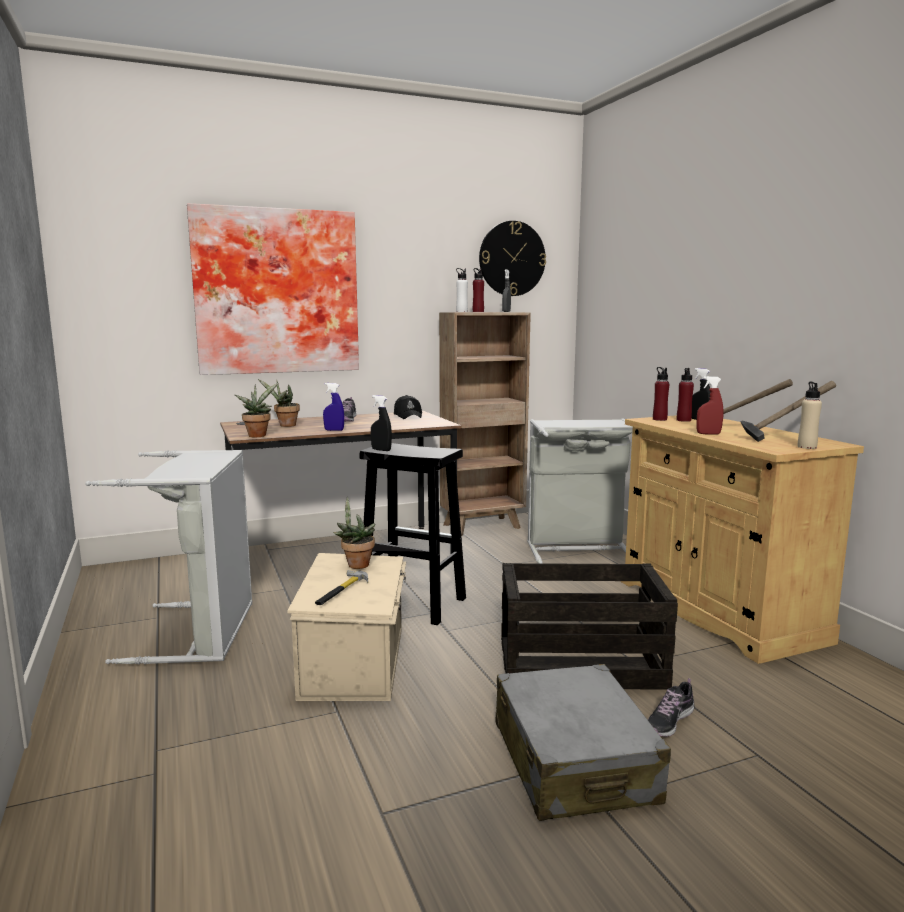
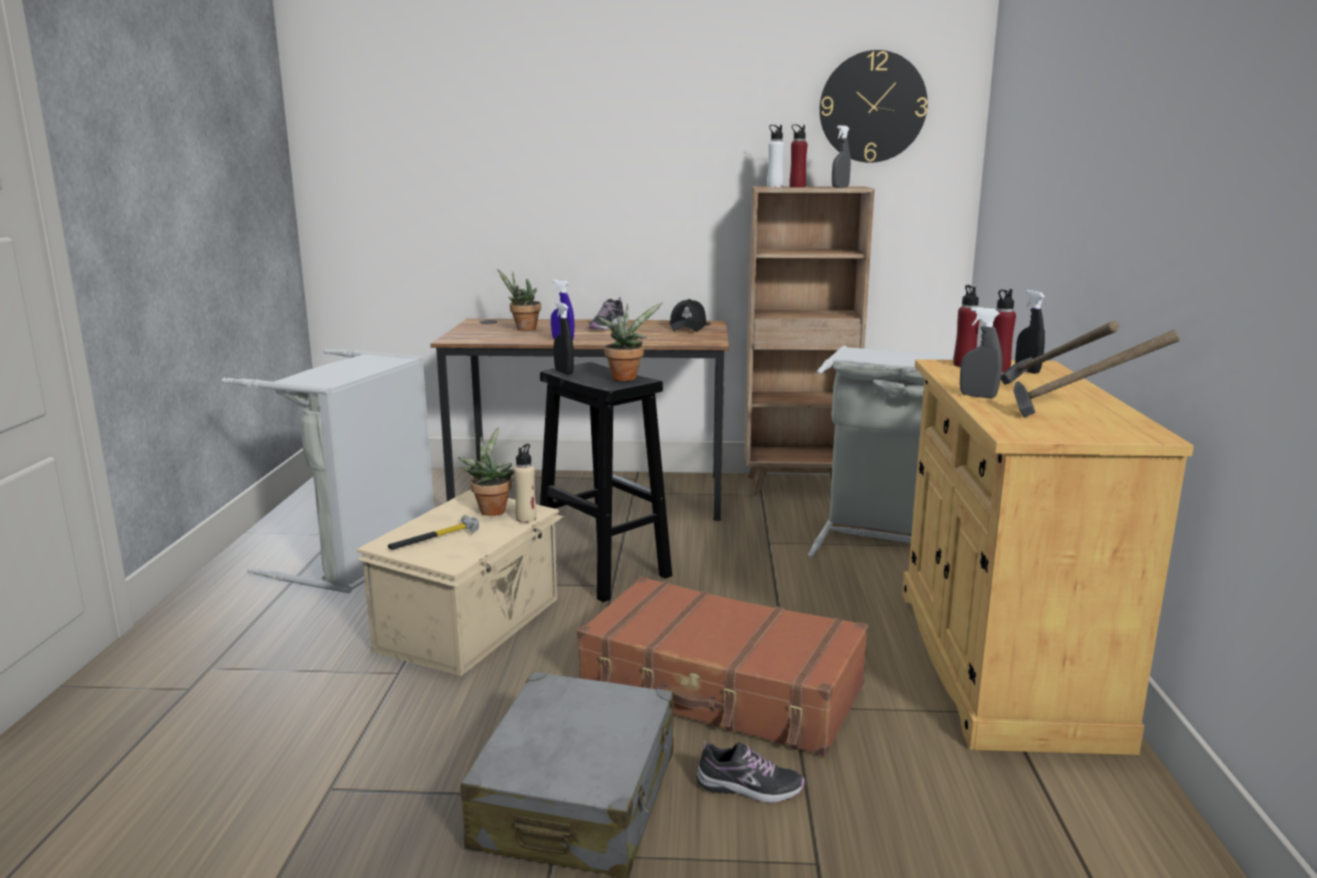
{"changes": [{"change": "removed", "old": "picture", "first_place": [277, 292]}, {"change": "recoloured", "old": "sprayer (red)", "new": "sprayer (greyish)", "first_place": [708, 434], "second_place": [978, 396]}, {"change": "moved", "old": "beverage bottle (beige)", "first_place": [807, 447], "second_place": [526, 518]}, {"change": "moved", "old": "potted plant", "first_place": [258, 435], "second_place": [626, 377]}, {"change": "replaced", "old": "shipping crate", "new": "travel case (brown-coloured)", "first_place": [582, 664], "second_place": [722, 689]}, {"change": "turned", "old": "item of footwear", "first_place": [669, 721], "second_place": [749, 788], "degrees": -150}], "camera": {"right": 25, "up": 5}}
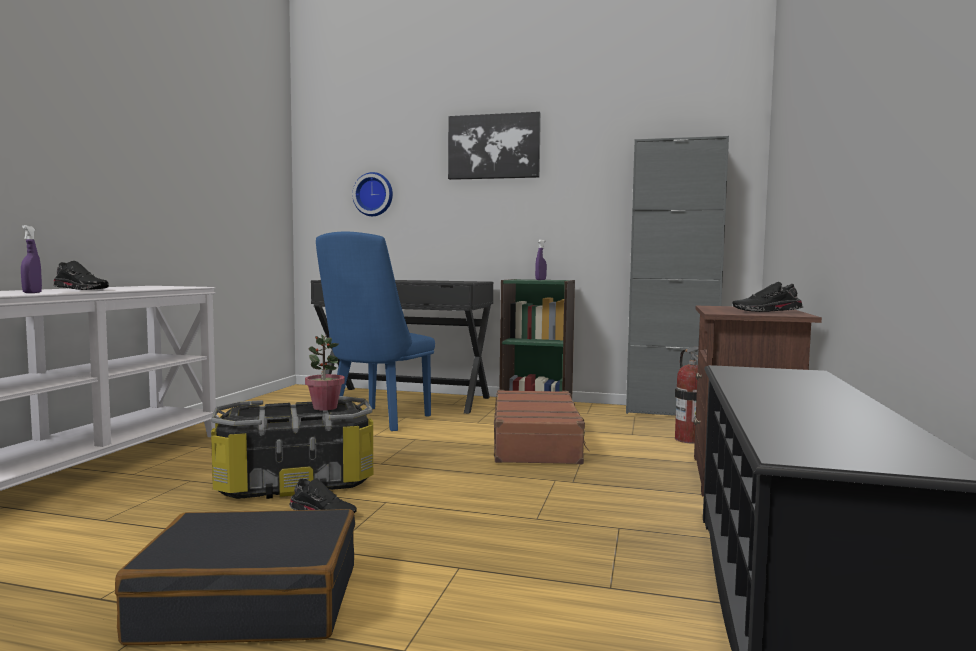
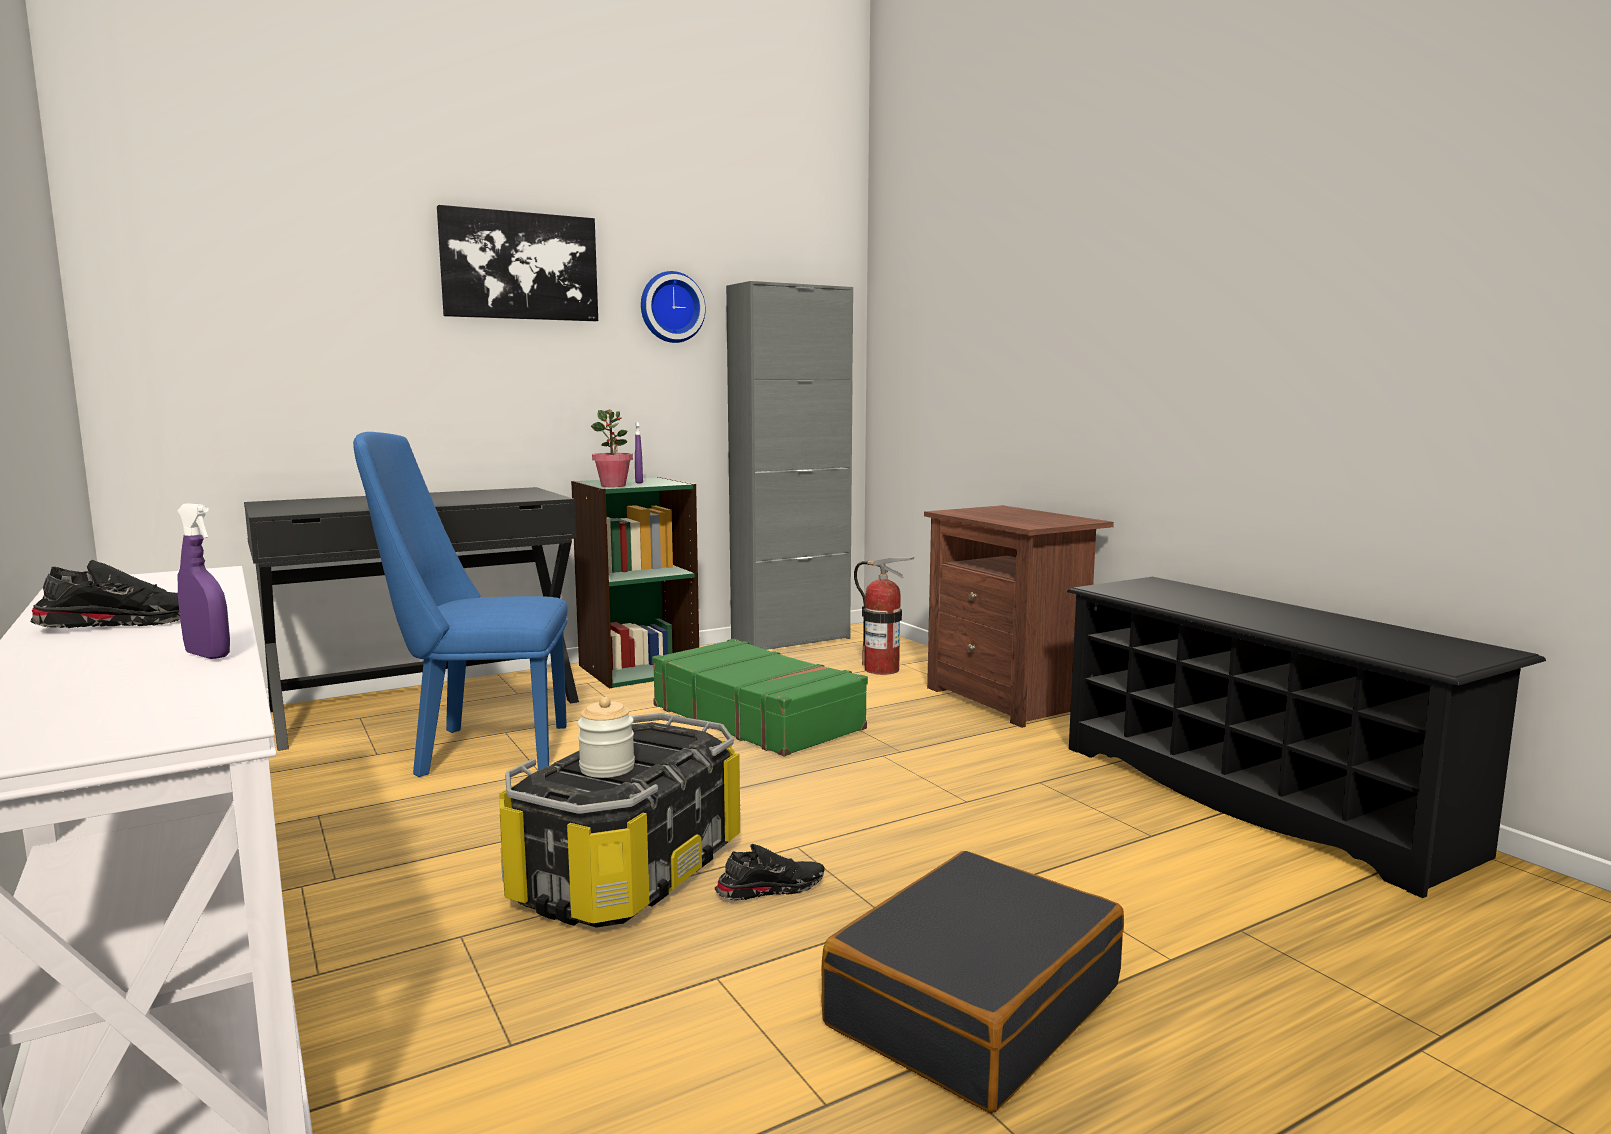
{"changes": [{"change": "moved", "old": "hanging clock", "first_place": [374, 194], "second_place": [670, 307]}, {"change": "turned", "old": "upright chair (blue)", "first_place": [376, 421], "second_place": [479, 750], "degrees": 105}, {"change": "removed", "old": "item of footwear (blackish)", "first_place": [767, 312]}, {"change": "moved", "old": "potted plant", "first_place": [325, 408], "second_place": [613, 486]}, {"change": "recoloured", "old": "travel case (brown-coloured)", "new": "travel case (green-coloured)", "first_place": [536, 442], "second_place": [757, 717]}, {"change": "added", "new": "storage jar", "second_place": [607, 768]}], "camera": {"right": -45, "up": 5}}
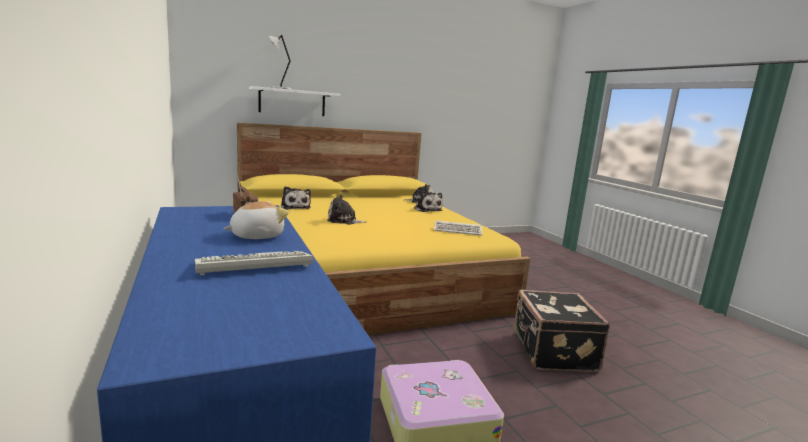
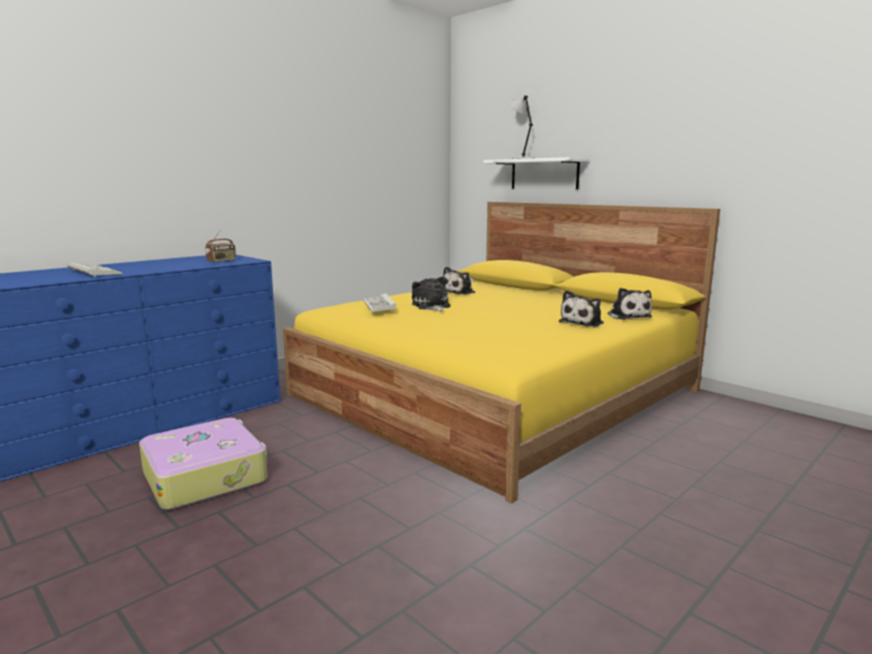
{"changes": [{"change": "removed", "old": "plush toy", "first_place": [256, 236]}, {"change": "moved", "old": "keyboard", "first_place": [458, 230], "second_place": [380, 306]}, {"change": "removed", "old": "travel case (blackish)", "first_place": [552, 352]}], "camera": {"right": 70, "up": 0}}
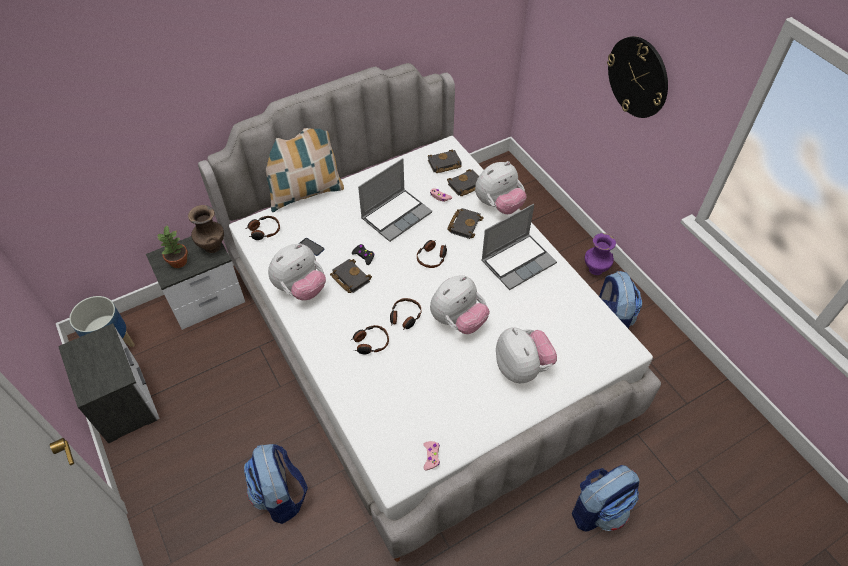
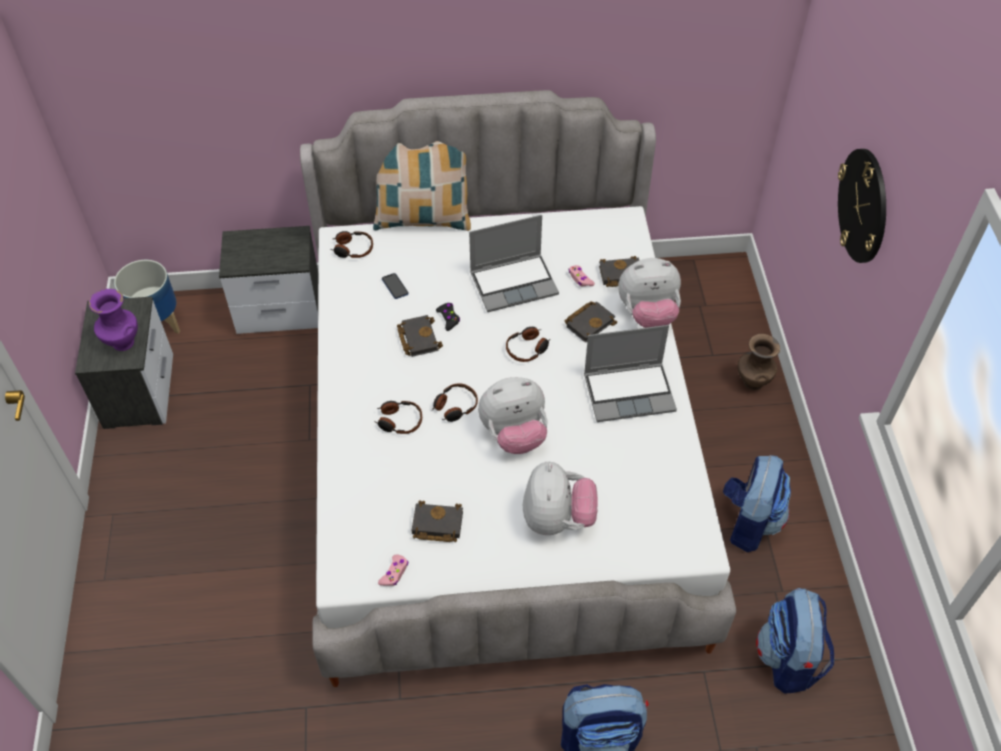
{"changes": [{"change": "moved", "old": "bound book (blackish)", "first_place": [444, 164], "second_place": [436, 525]}, {"change": "moved", "old": "decorative vase (brown-coloured)", "first_place": [212, 246], "second_place": [752, 381]}, {"change": "removed", "old": "potted plant", "first_place": [178, 262]}, {"change": "moved", "old": "decorative vase (purple)", "first_place": [595, 270], "second_place": [122, 342]}, {"change": "removed", "old": "plush toy", "first_place": [300, 288]}, {"change": "moved", "old": "backpack", "first_place": [280, 495], "second_place": [788, 659]}], "camera": {"right": 25, "up": 0}}
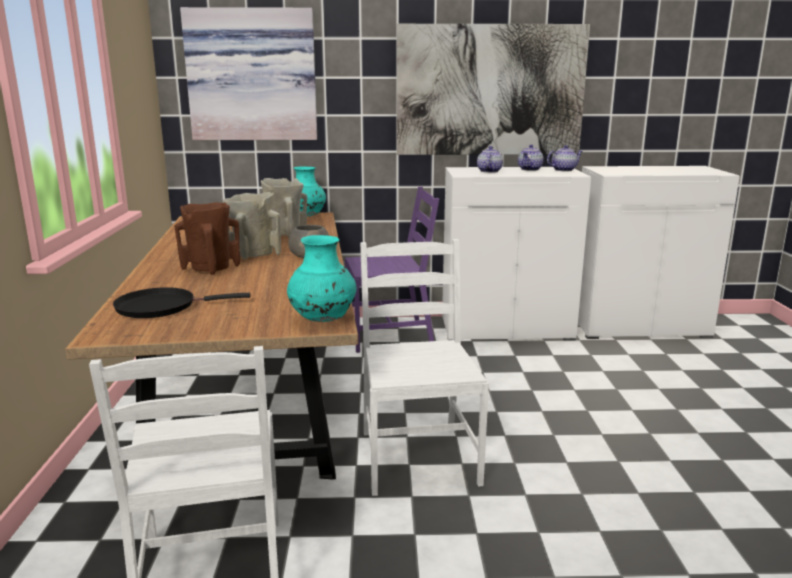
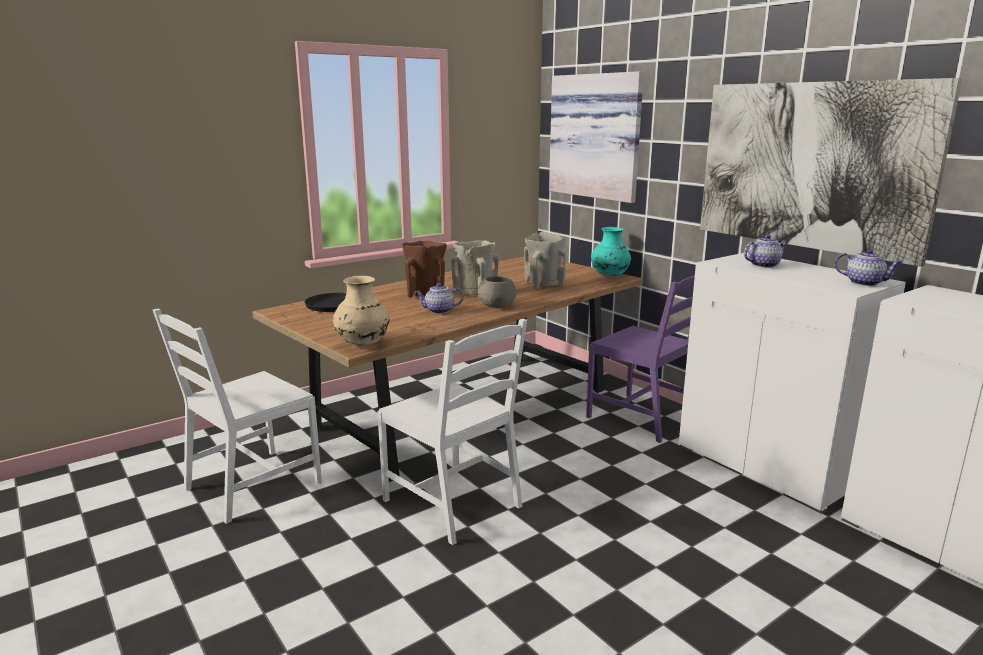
{"changes": [{"change": "moved", "old": "teapot", "first_place": [530, 169], "second_place": [439, 311]}, {"change": "recoloured", "old": "decorative vase (turquoise)", "new": "decorative vase (beige)", "first_place": [323, 320], "second_place": [362, 344]}, {"change": "turned", "old": "upright chair (white)", "first_place": [417, 457], "second_place": [454, 503], "degrees": 90}], "camera": {"right": 55, "up": 0}}
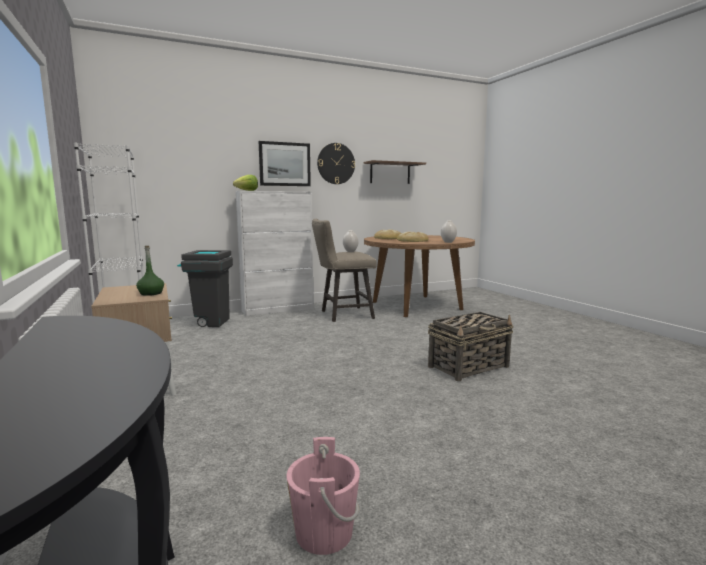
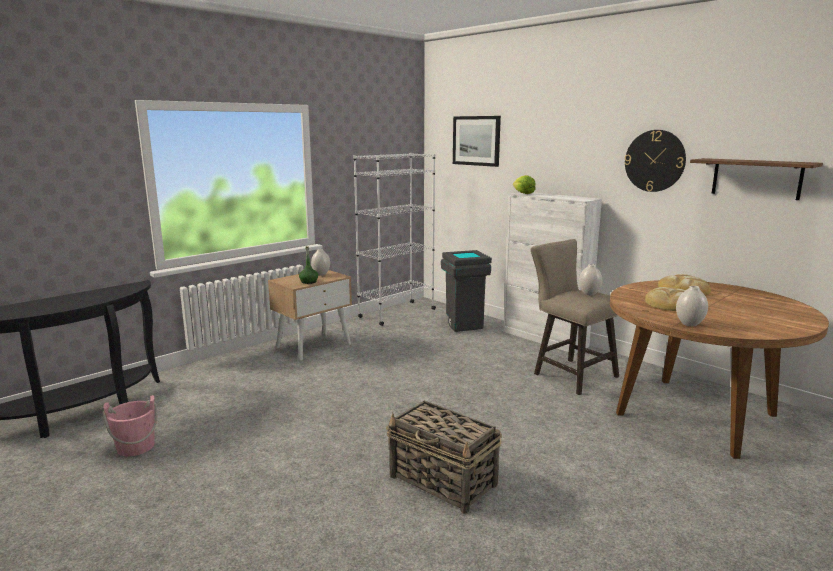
{"changes": [{"change": "moved", "old": "picture", "first_place": [284, 164], "second_place": [476, 140]}, {"change": "added", "new": "decorative vase (white)", "second_place": [321, 274]}], "camera": {"right": 70, "up": 5}}
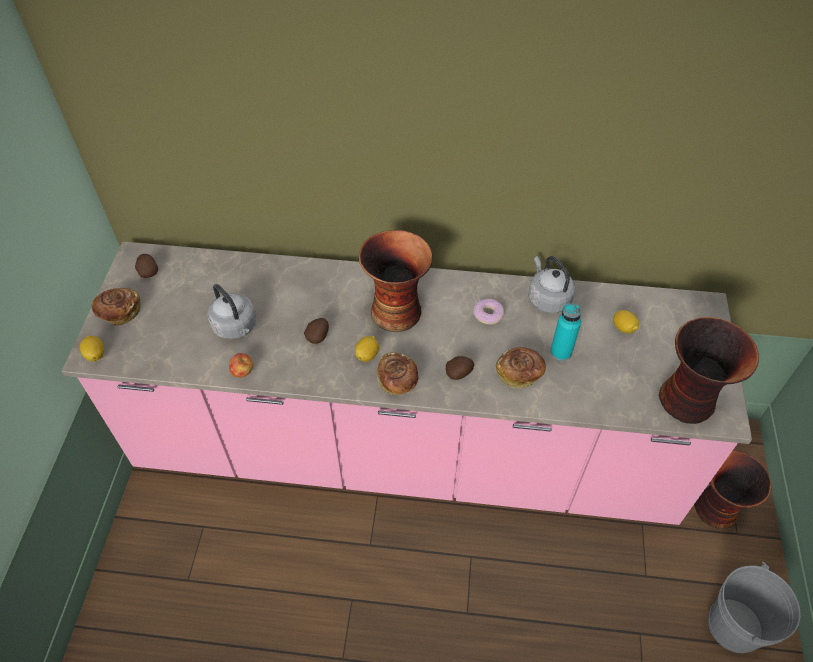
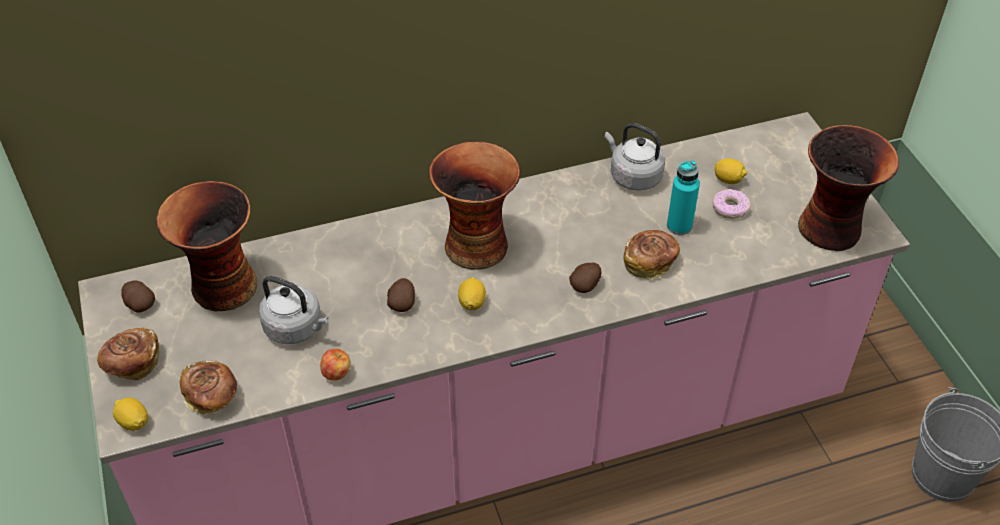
{"changes": [{"change": "moved", "old": "doughnut", "first_place": [488, 314], "second_place": [730, 208]}, {"change": "moved", "old": "bread", "first_place": [397, 382], "second_place": [212, 397]}, {"change": "moved", "old": "decorative vase", "first_place": [714, 509], "second_place": [222, 288]}], "camera": {"right": -25, "up": -5}}
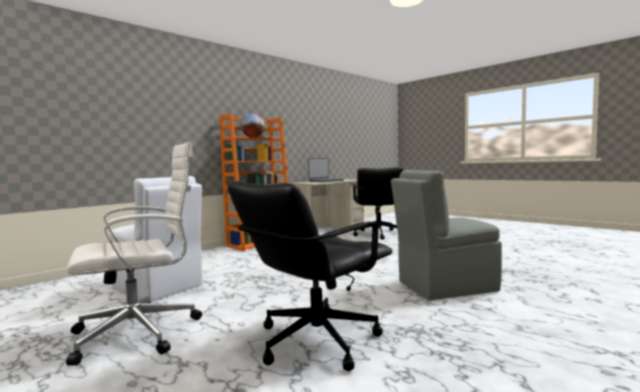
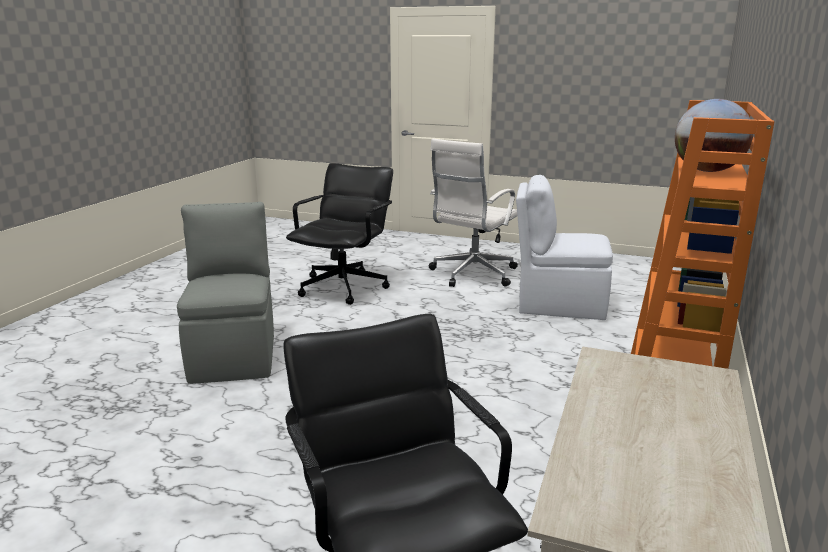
{"changes": [{"change": "removed", "old": "laptop", "first_place": [326, 181]}, {"change": "turned", "old": "upright chair (greyish)", "first_place": [444, 286], "second_place": [234, 356], "degrees": -60}], "camera": {"right": 155, "up": 15}}
